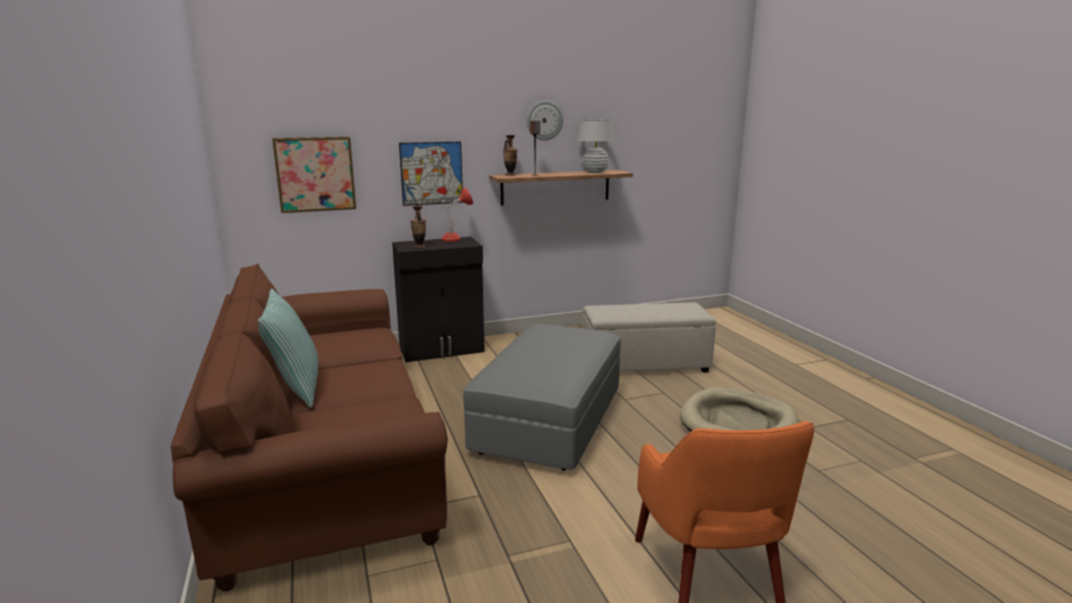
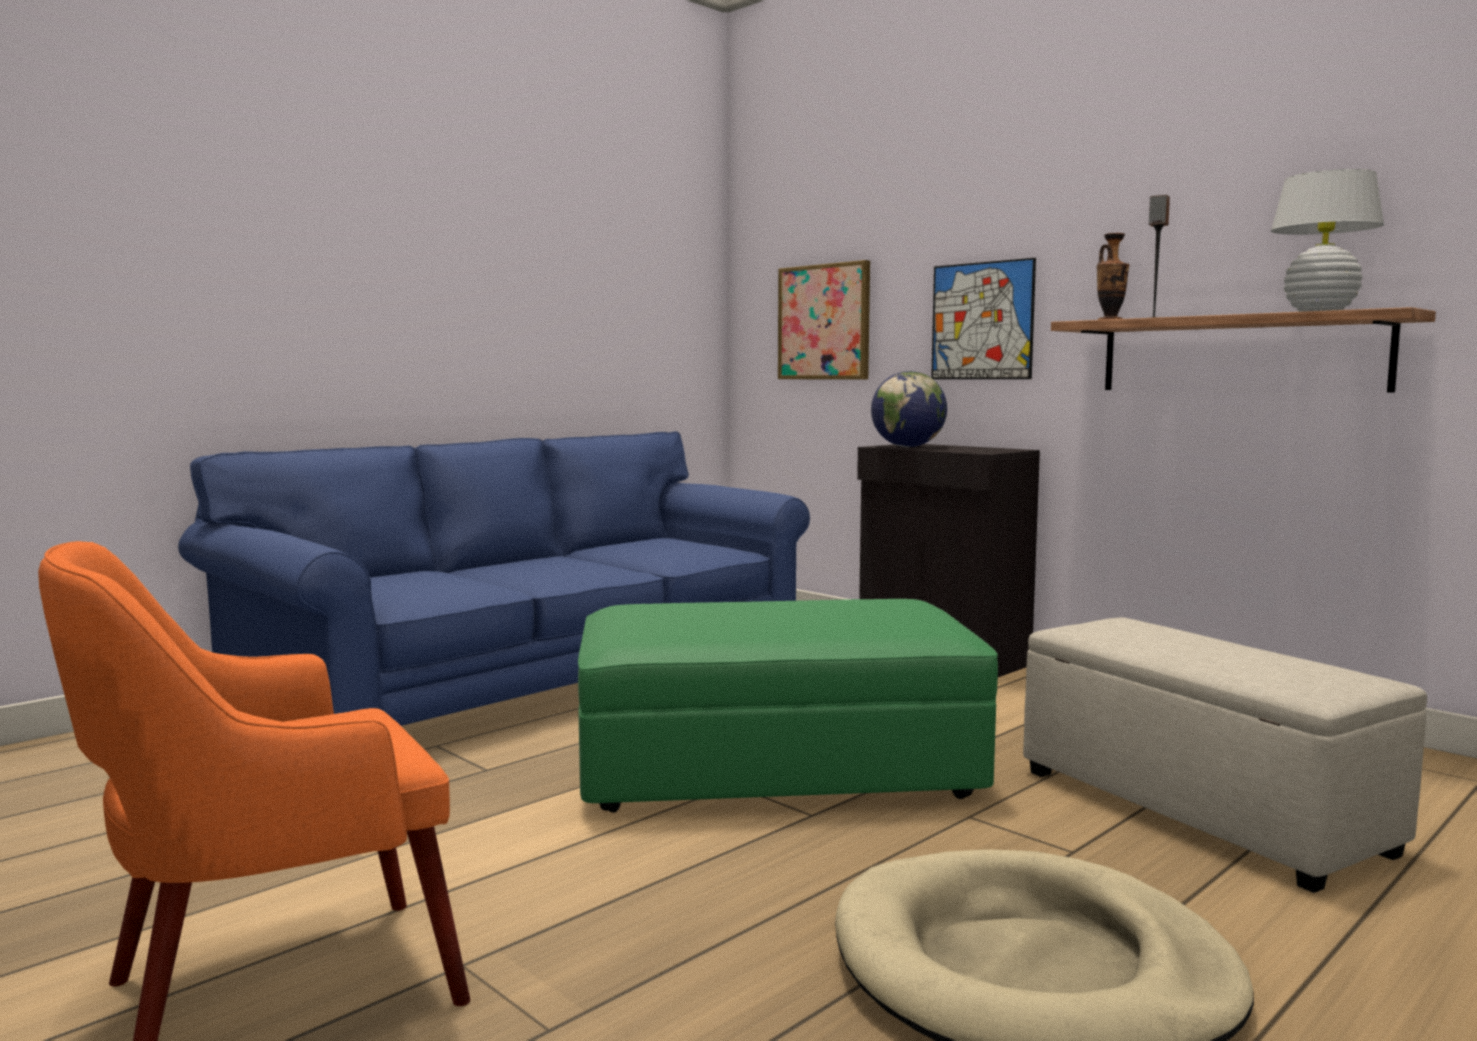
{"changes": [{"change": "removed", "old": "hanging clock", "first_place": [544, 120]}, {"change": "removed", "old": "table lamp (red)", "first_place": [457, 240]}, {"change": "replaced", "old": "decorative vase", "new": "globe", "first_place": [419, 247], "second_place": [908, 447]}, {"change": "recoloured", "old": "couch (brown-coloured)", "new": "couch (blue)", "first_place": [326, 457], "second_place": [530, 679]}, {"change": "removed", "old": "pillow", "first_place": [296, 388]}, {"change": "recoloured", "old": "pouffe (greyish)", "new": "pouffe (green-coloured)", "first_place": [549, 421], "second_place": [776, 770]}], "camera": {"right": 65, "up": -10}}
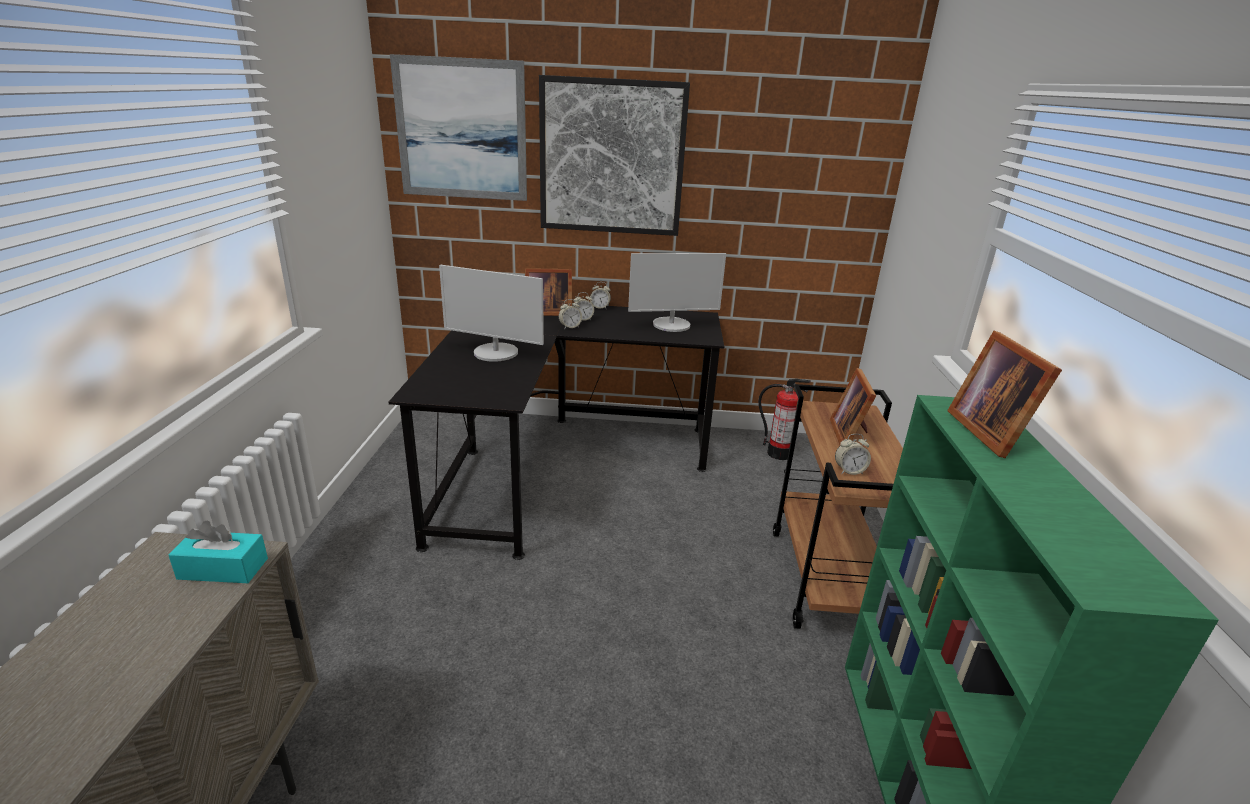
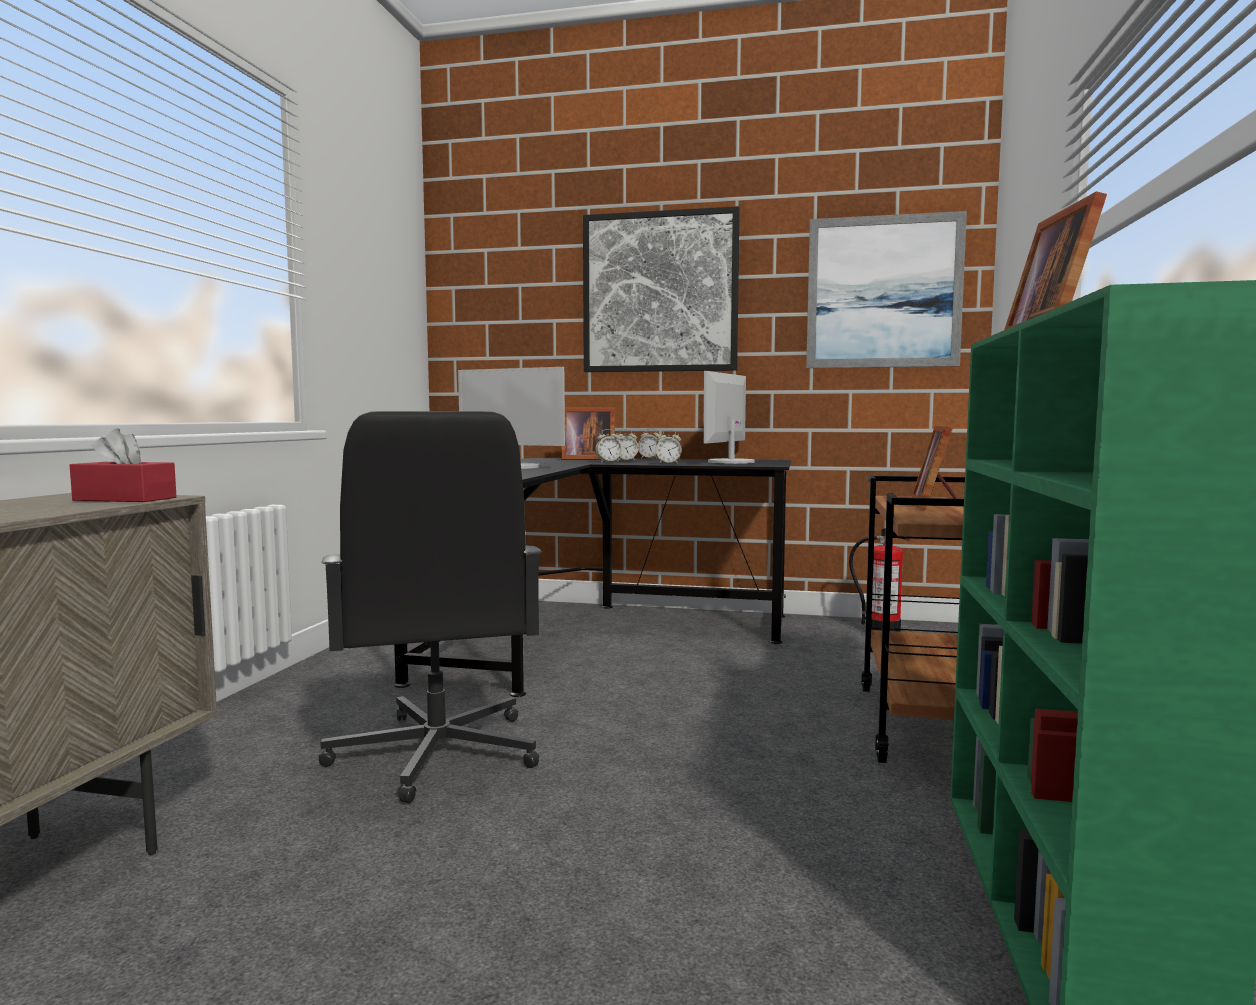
{"changes": [{"change": "moved", "old": "picture", "first_place": [461, 130], "second_place": [883, 292]}, {"change": "turned", "old": "computer display", "first_place": [671, 325], "second_place": [730, 462], "degrees": 120}, {"change": "moved", "old": "alarm clock", "first_place": [849, 471], "second_place": [668, 463]}, {"change": "recoloured", "old": "tissue holder (turquoise)", "new": "tissue holder (red)", "first_place": [223, 569], "second_place": [125, 499]}, {"change": "added", "new": "desk chair (blackish)", "second_place": [435, 754]}], "camera": {"right": 10, "up": -20}}
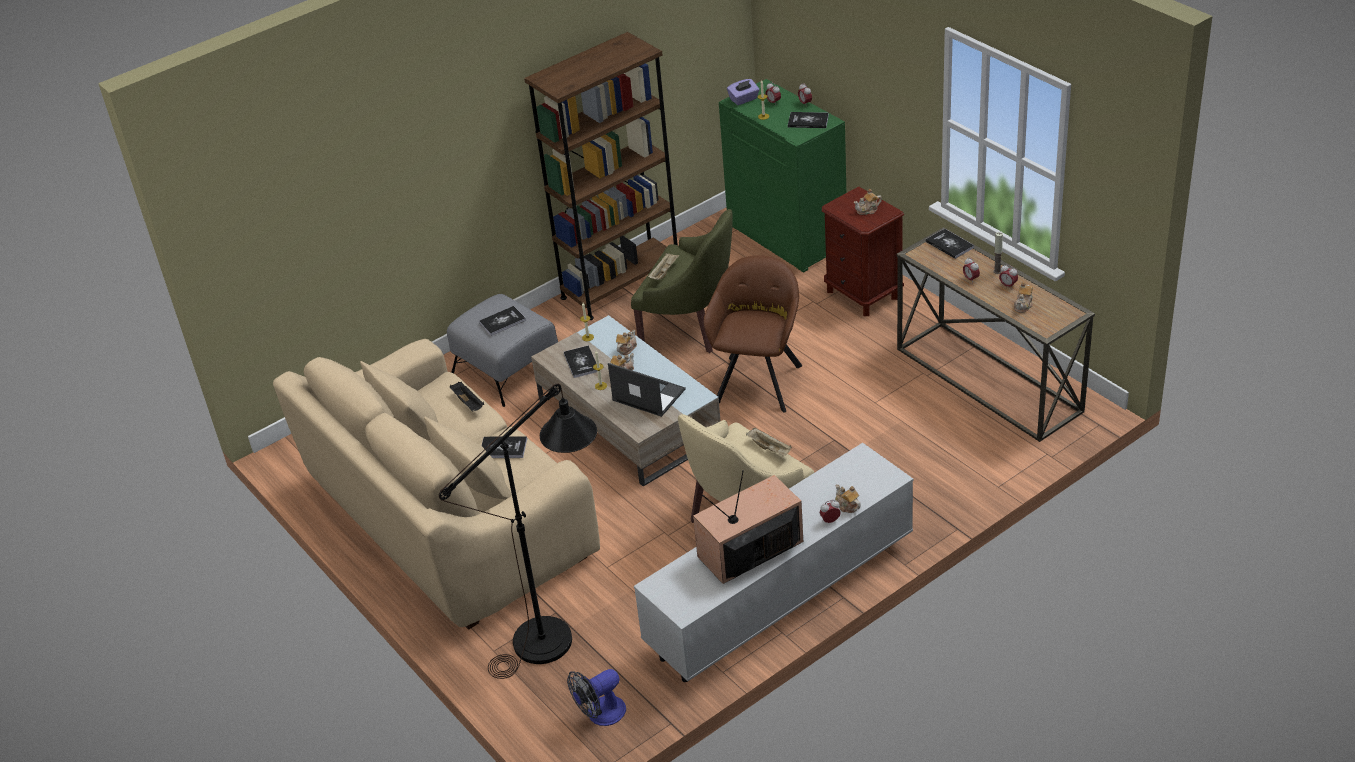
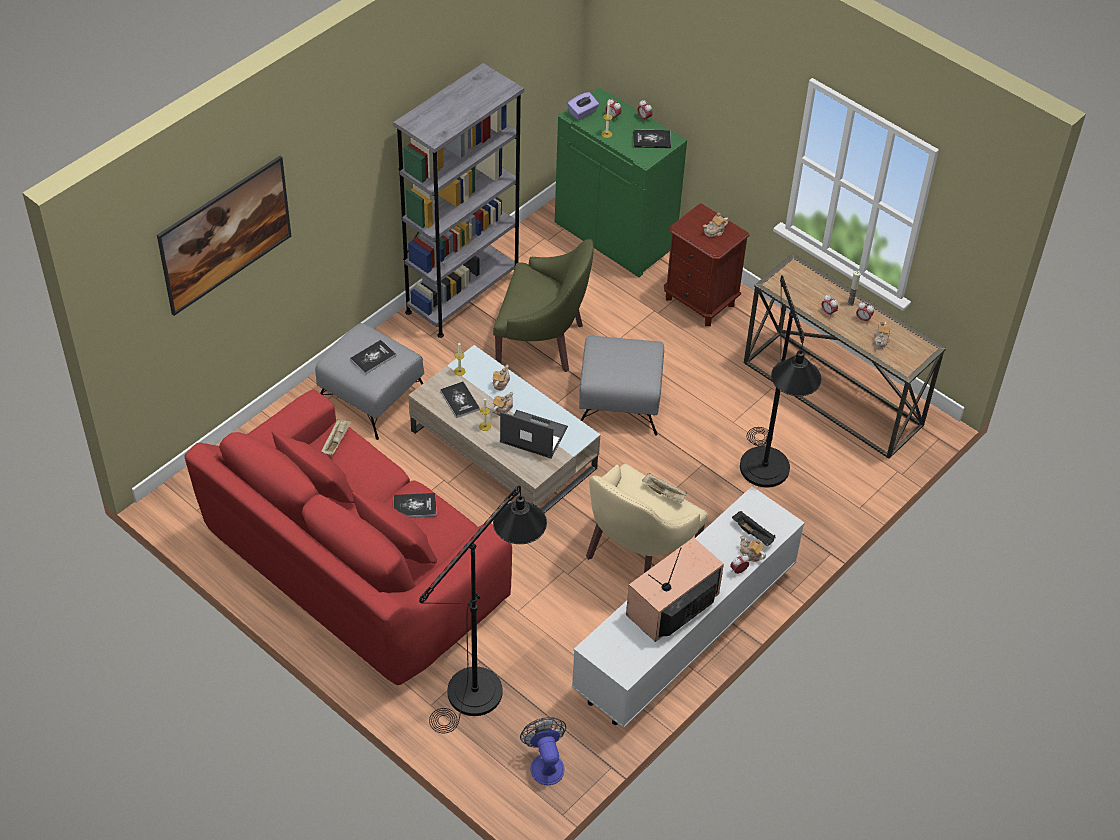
{"changes": [{"change": "recoloured", "old": "bookshelf (brown-coloured)", "new": "bookshelf (greyish)", "first_place": [621, 284], "second_place": [462, 295]}, {"change": "removed", "old": "bound book", "first_place": [949, 244]}, {"change": "moved", "old": "serving tray (beige)", "first_place": [664, 272], "second_place": [336, 441]}, {"change": "replaced", "old": "armchair (brown-coloured)", "new": "pouffe (greyish)", "first_place": [759, 380], "second_place": [620, 401]}, {"change": "recoloured", "old": "couch (beige)", "new": "couch (red)", "first_place": [450, 523], "second_place": [356, 571]}, {"change": "moved", "old": "serving tray (blackish)", "first_place": [468, 403], "second_place": [753, 534]}, {"change": "turned", "old": "cooling fan", "first_place": [600, 714], "second_place": [545, 763], "degrees": 120}, {"change": "added", "new": "picture", "second_place": [228, 254]}, {"change": "added", "new": "floor lamp (blackish)", "second_place": [766, 479]}], "camera": {"right": -15, "up": 10}}
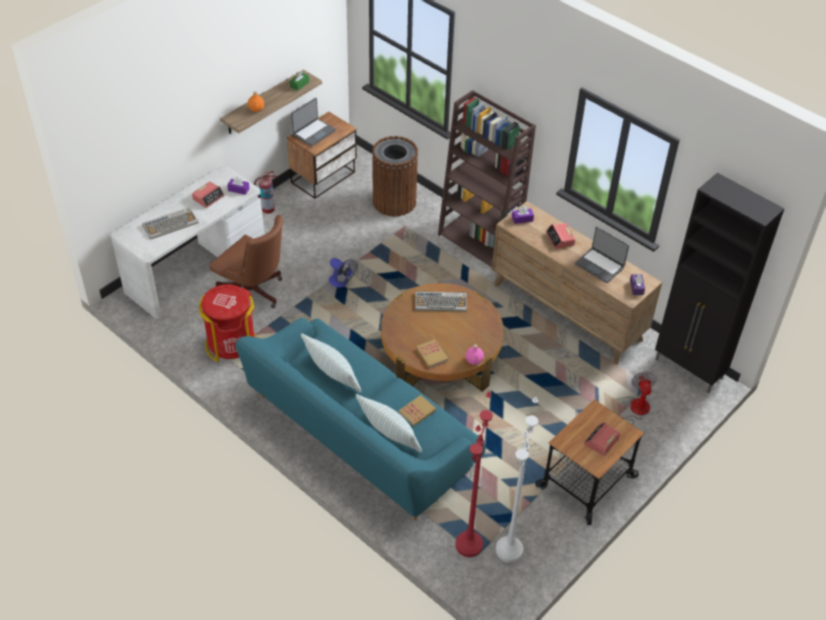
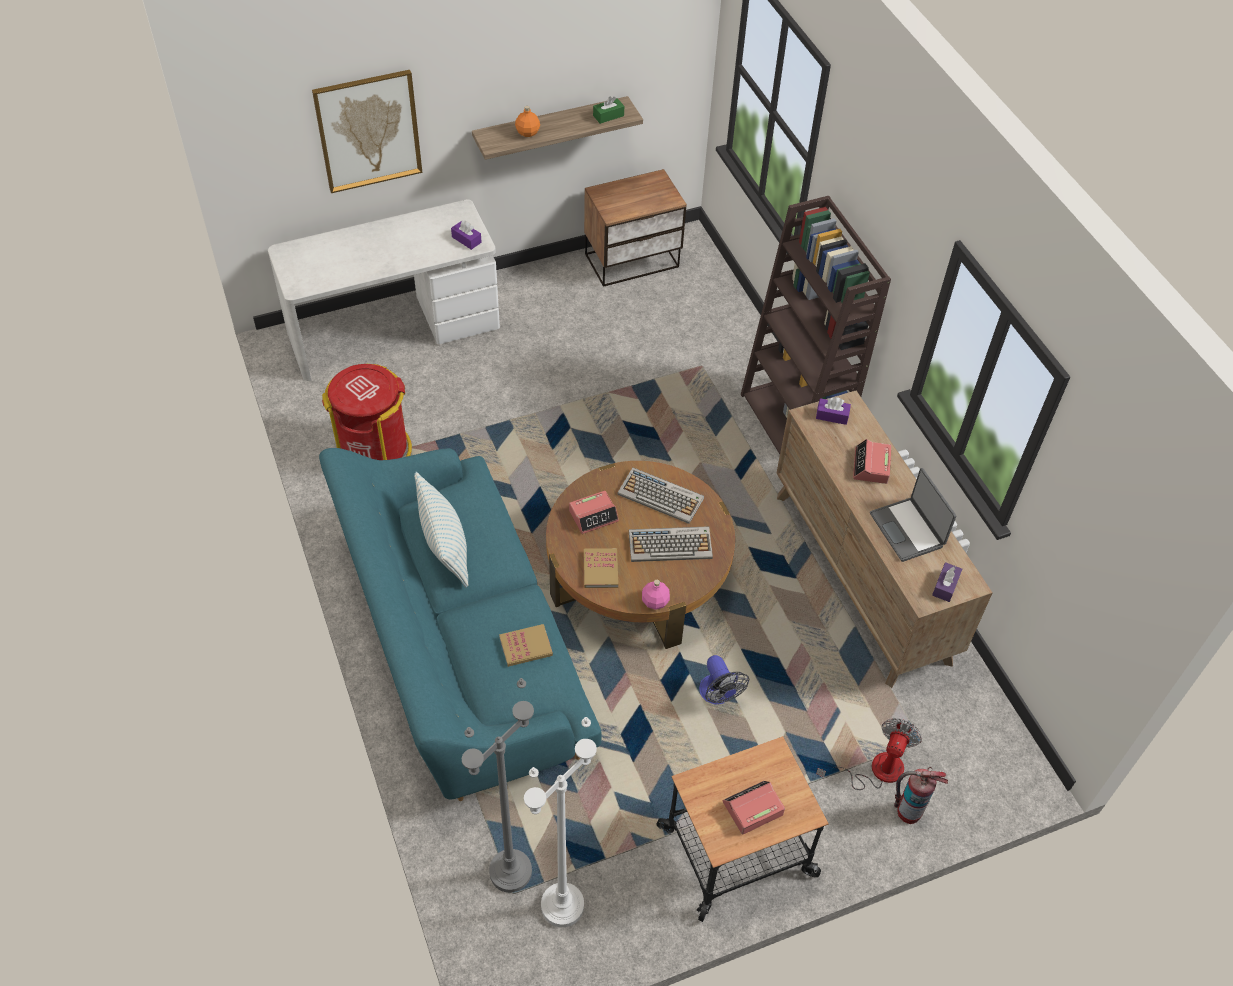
{"changes": [{"change": "removed", "old": "laptop", "first_place": [313, 132]}, {"change": "removed", "old": "waste bin (brown-coloured)", "first_place": [394, 202]}, {"change": "moved", "old": "extinguisher", "first_place": [267, 209], "second_place": [908, 811]}, {"change": "removed", "old": "cabinet (blackish)", "first_place": [689, 369]}, {"change": "moved", "old": "alarm clock", "first_place": [208, 197], "second_place": [593, 516]}, {"change": "moved", "old": "keyboard", "first_place": [170, 224], "second_place": [671, 544]}, {"change": "removed", "old": "desk chair (brown-coloured)", "first_place": [254, 294]}, {"change": "moved", "old": "cooling fan", "first_place": [341, 282], "second_place": [718, 695]}, {"change": "recoloured", "old": "floor lamp (red)", "new": "floor lamp (greyish)", "first_place": [468, 545], "second_place": [510, 871]}, {"change": "removed", "old": "pillow", "first_place": [389, 435]}, {"change": "added", "new": "picture", "second_place": [368, 131]}], "camera": {"right": 25, "up": 5}}
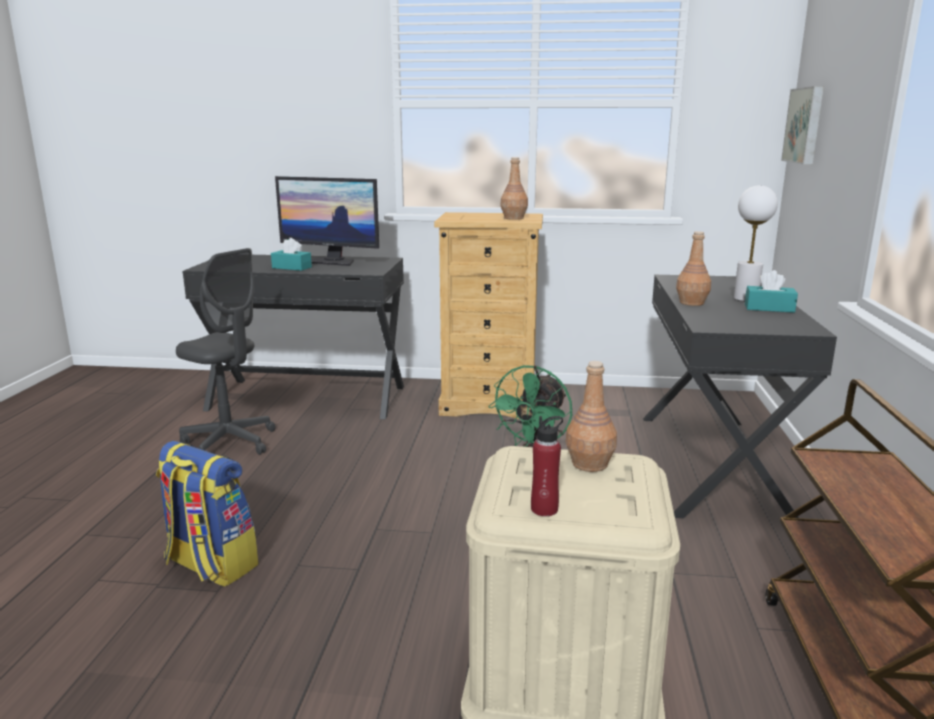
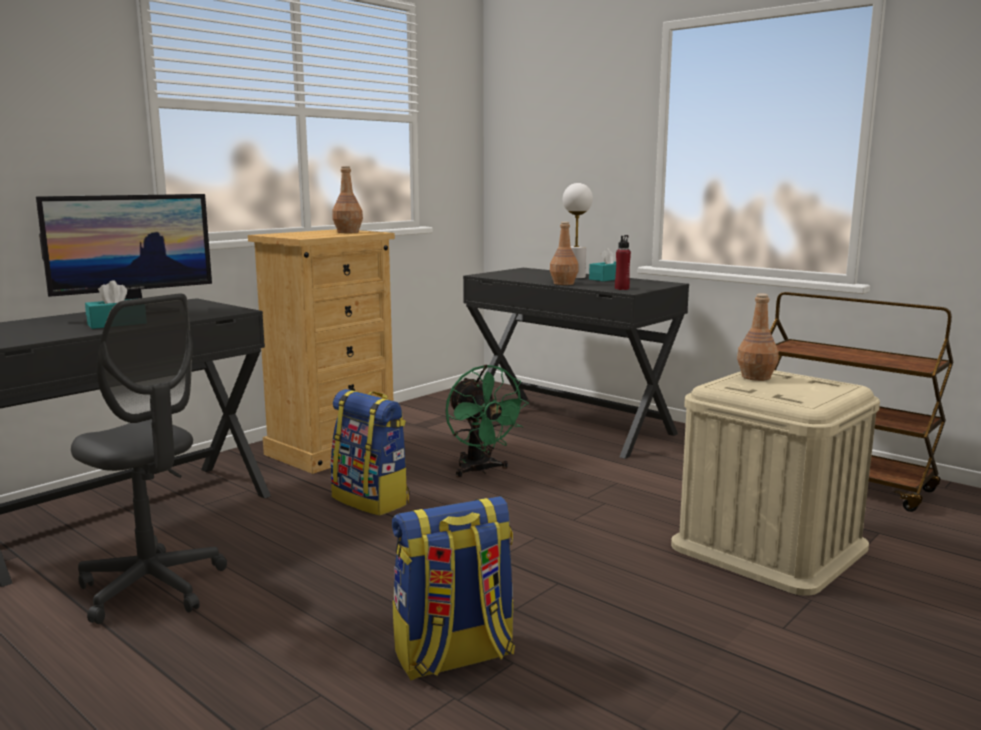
{"changes": [{"change": "removed", "old": "picture", "first_place": [805, 125]}, {"change": "turned", "old": "desk chair (greyish)", "first_place": [229, 442], "second_place": [152, 588], "degrees": 60}, {"change": "moved", "old": "beverage bottle (red)", "first_place": [544, 509], "second_place": [622, 289]}, {"change": "added", "new": "backpack", "second_place": [372, 500]}], "camera": {"right": -55, "up": -5}}
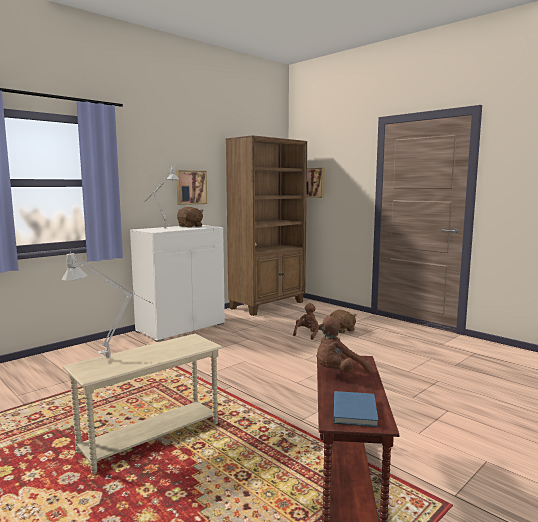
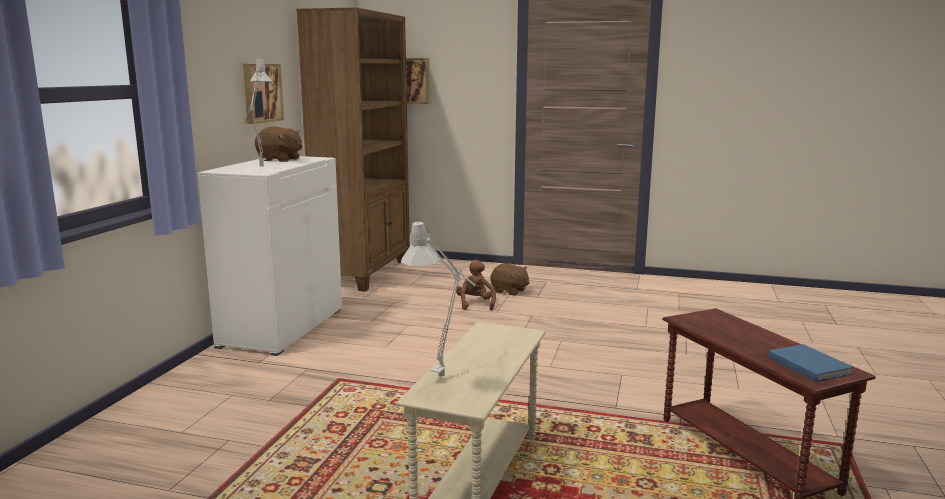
{"changes": [{"change": "removed", "old": "plush toy (brown-coloured)", "first_place": [338, 372]}], "camera": {"right": -30, "up": 5}}
